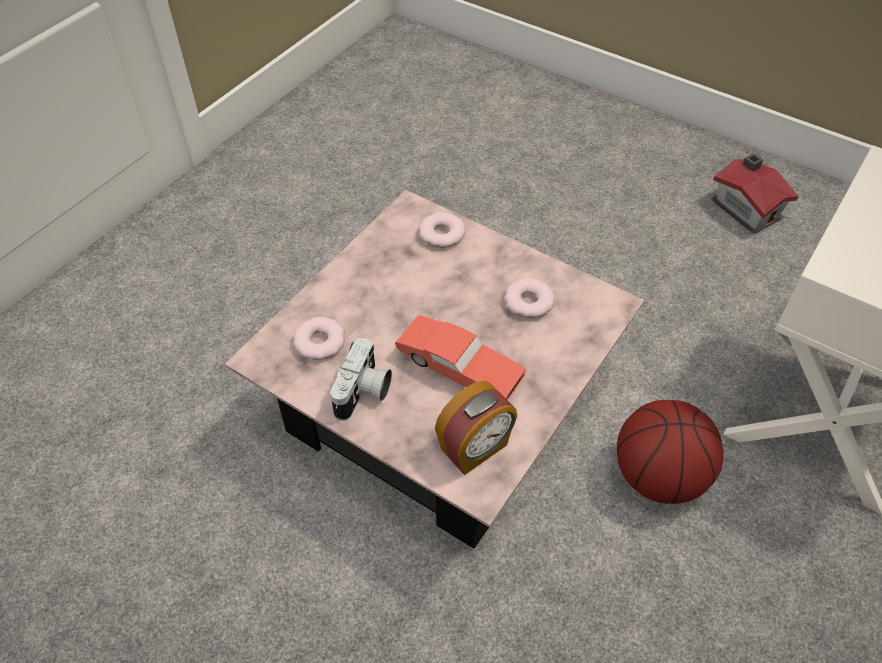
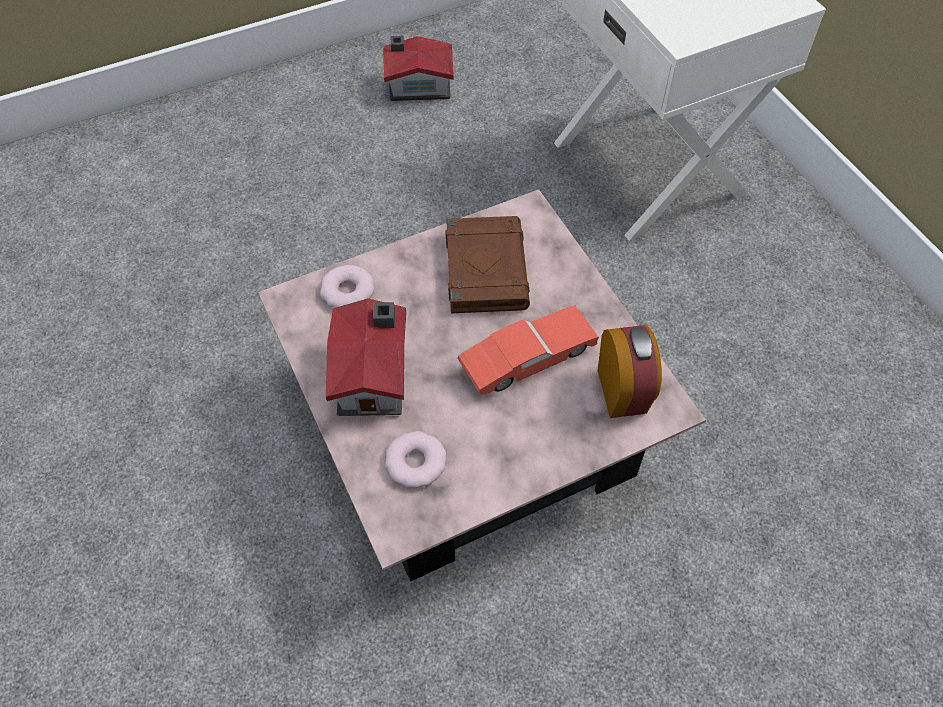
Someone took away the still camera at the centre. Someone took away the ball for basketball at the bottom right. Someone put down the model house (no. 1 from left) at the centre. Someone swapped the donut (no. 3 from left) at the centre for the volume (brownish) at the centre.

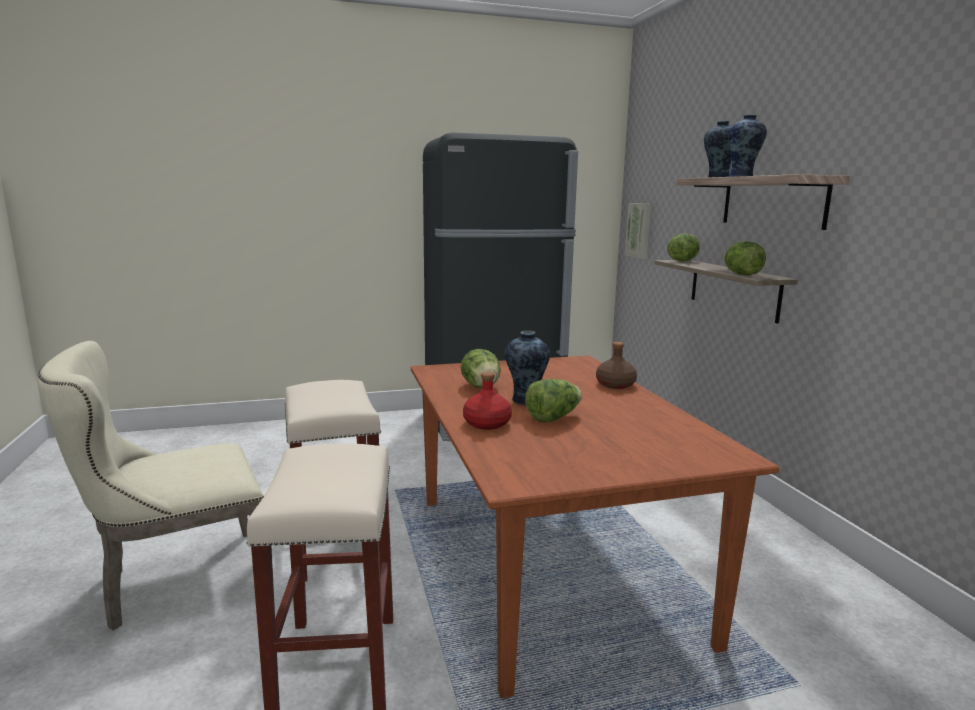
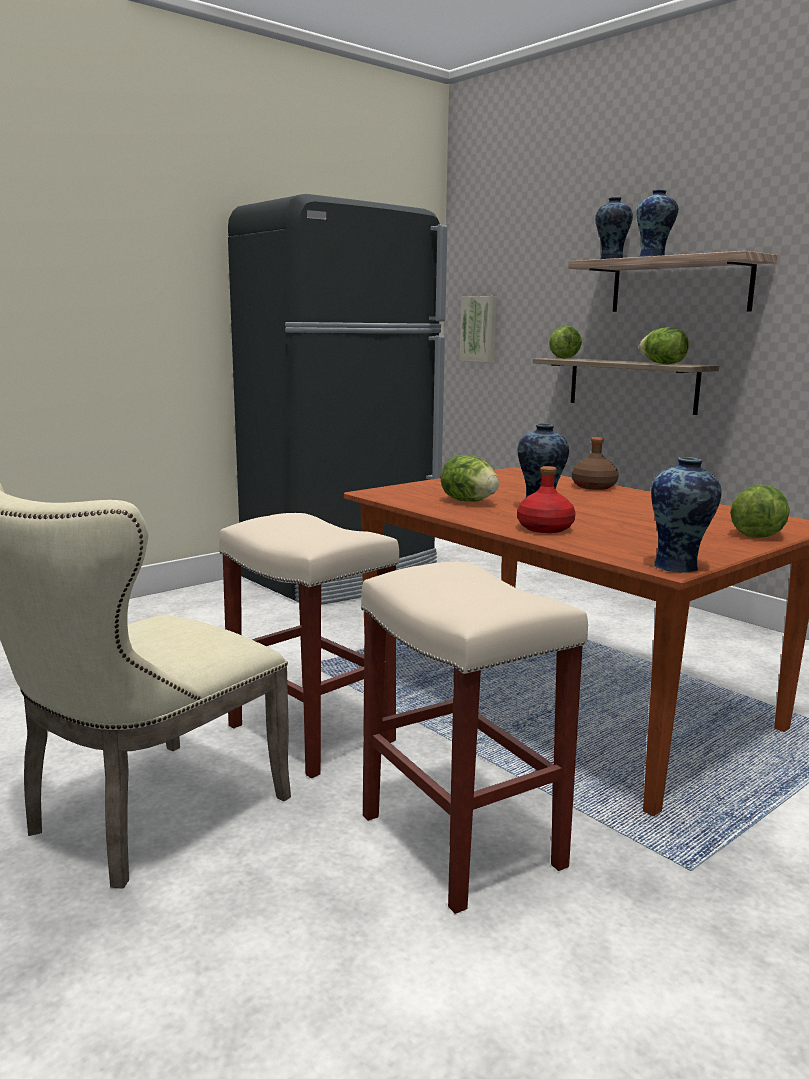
Someone put down the vase (no. 4 from left) at the middle right. Someone carried the head of lettuce (no. 2 from left in the first image) from the centre to the middle right.

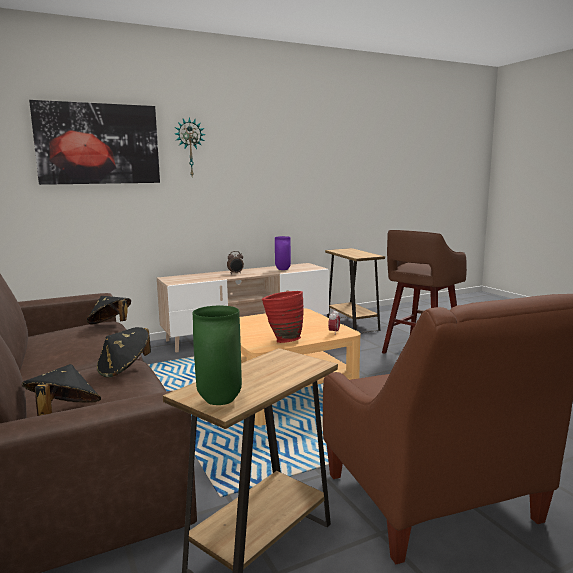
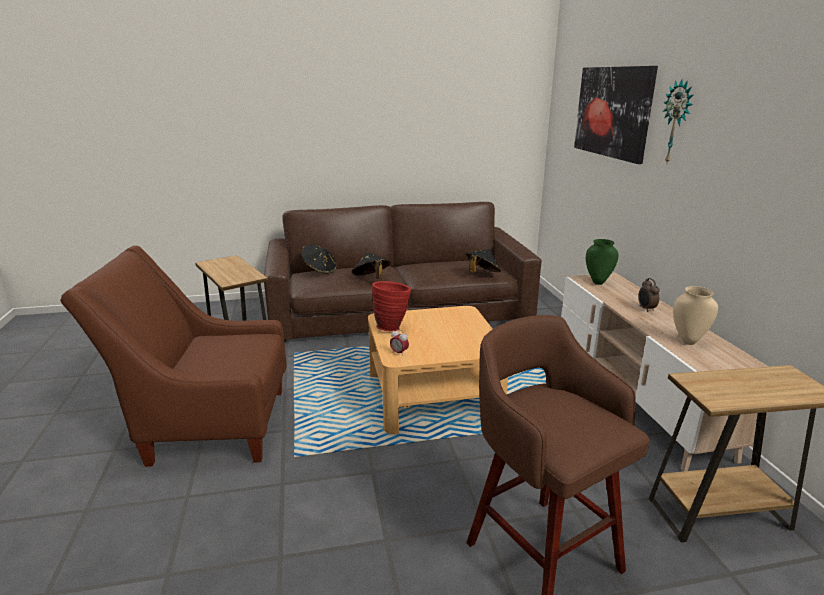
Someone carried the vase (greenish) from the centre to the middle right. Someone repainted the vase (purple) at the centre, which became the vase (beige) at the middle right.

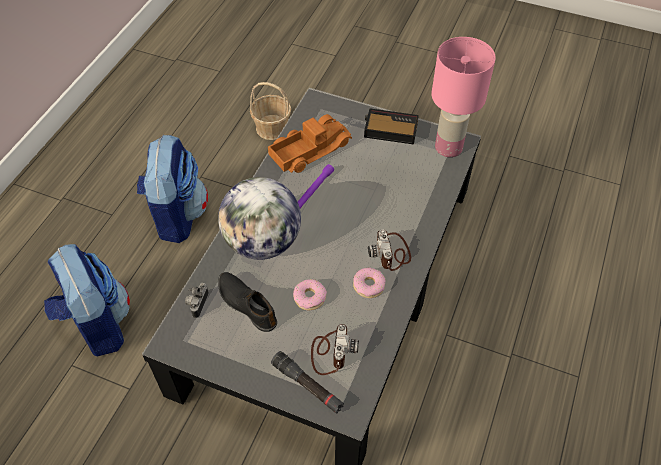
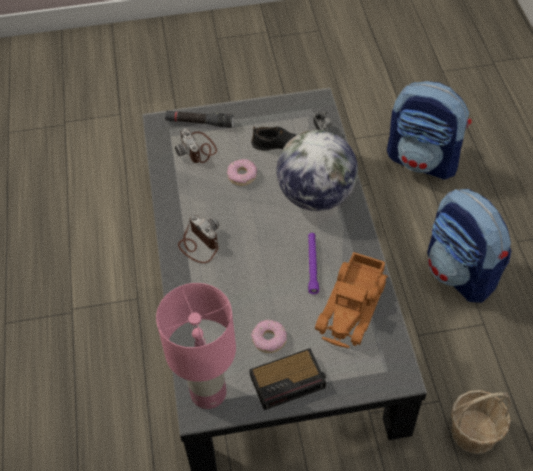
Someone carried the donut (no. 2 from left) from the centre to the bottom centre.

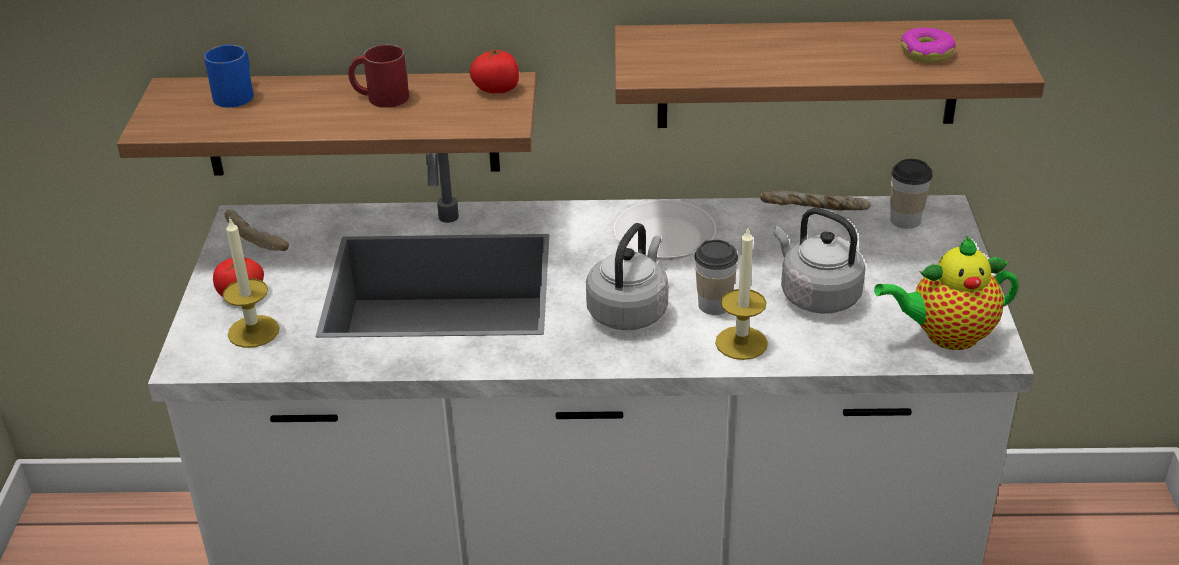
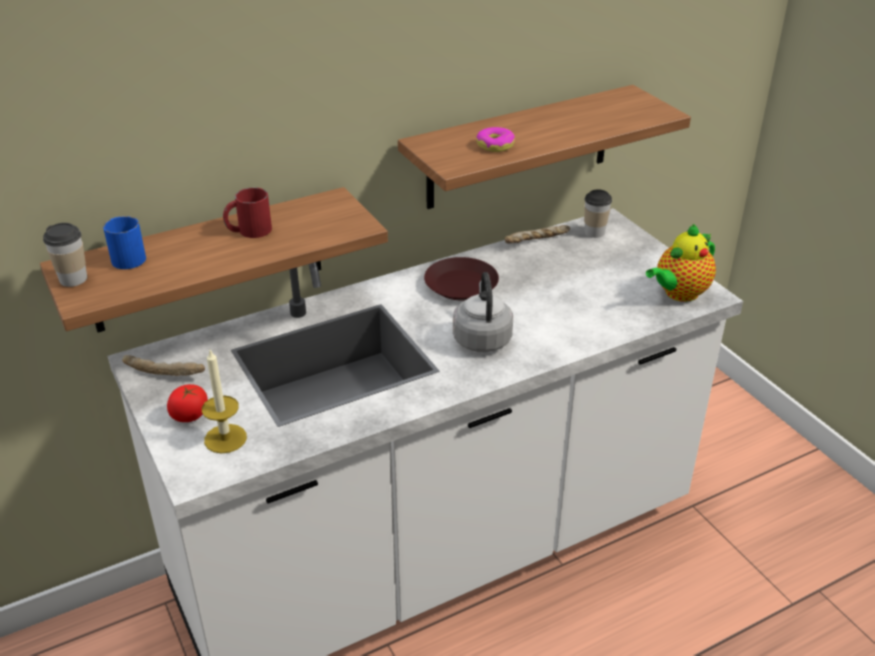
Someone took away the tomato (no. 2 from left) at the top centre. Someone took away the wax candle (no. 2 from left) at the centre. Someone took away the water kettle (gray) (no. 2 from left) at the middle right. Someone carried the drinking cup (no. 1 from left) from the centre to the middle left. Someone carried the donut from the top right to the top centre. Someone repainted the plate (white-coloured) at the centre, which became the plate (brownish) at the centre.

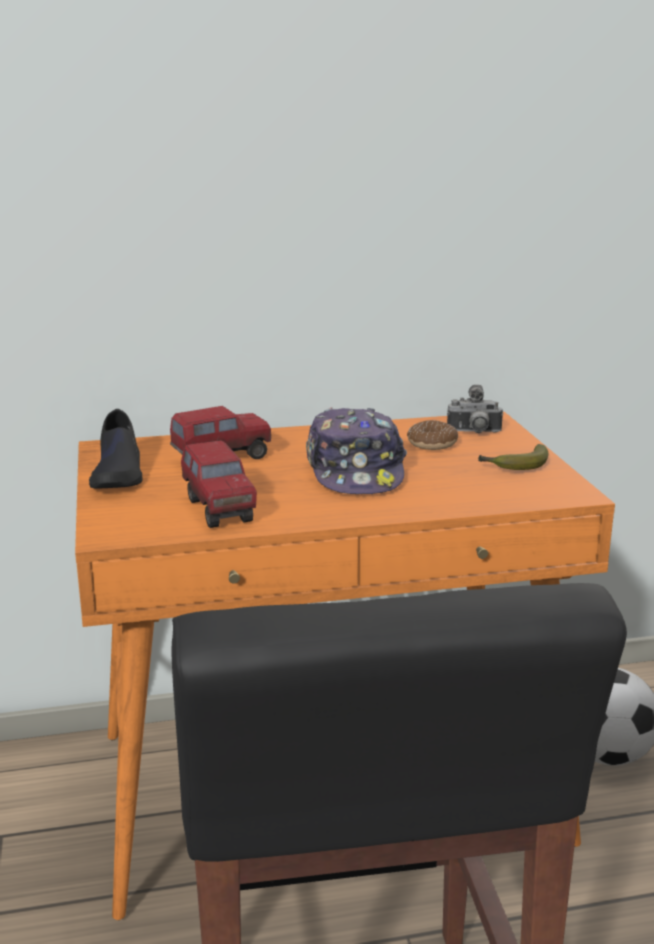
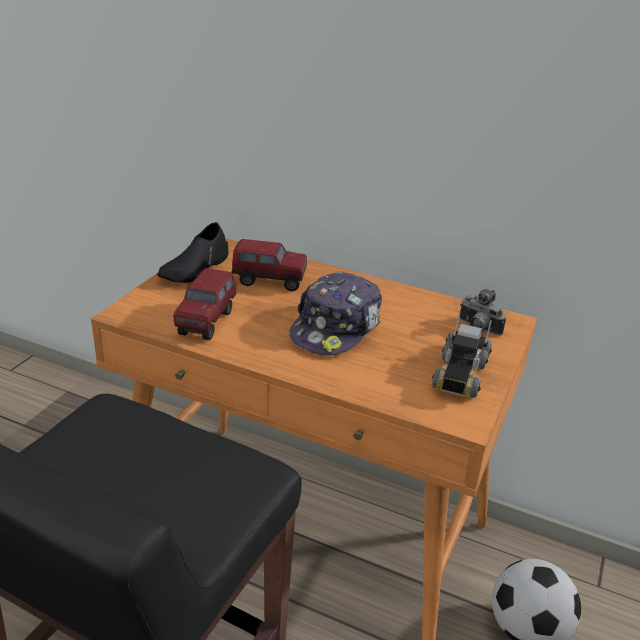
Someone took away the donut at the centre. Someone swapped the banana at the middle right for the toy truck (no. 3 from left) at the middle right.

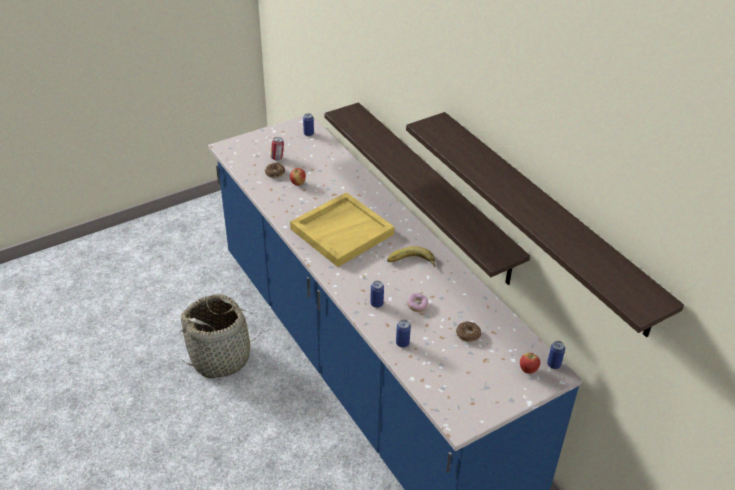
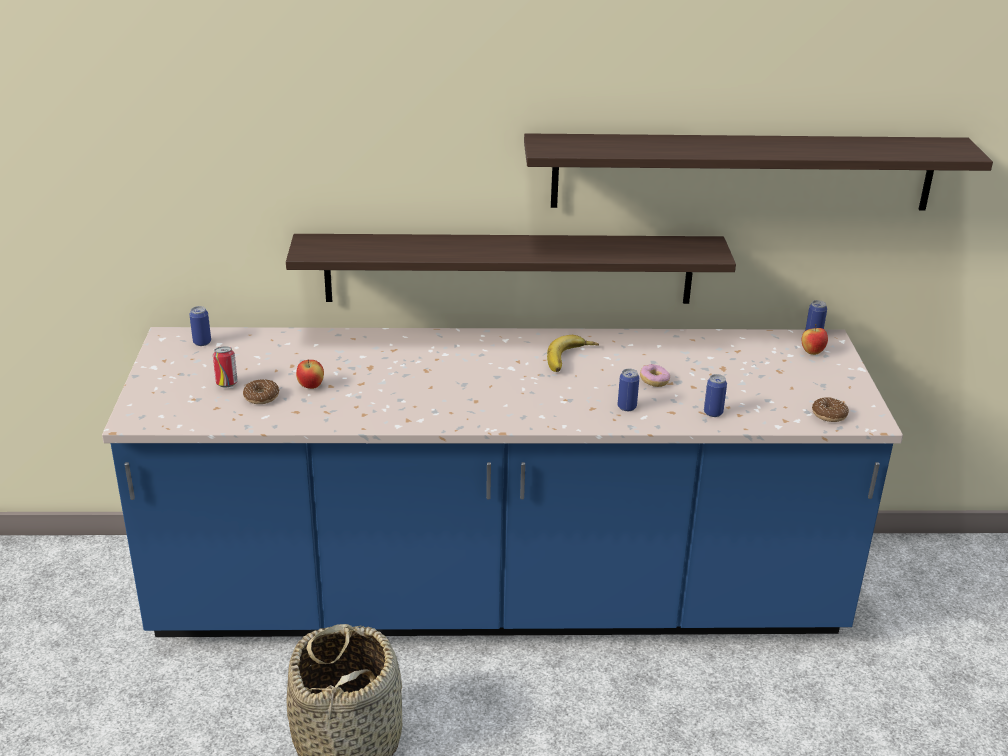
Someone took away the tray (yellow) at the centre. Someone carried the donut (no. 3 from left) from the bottom centre to the middle right.

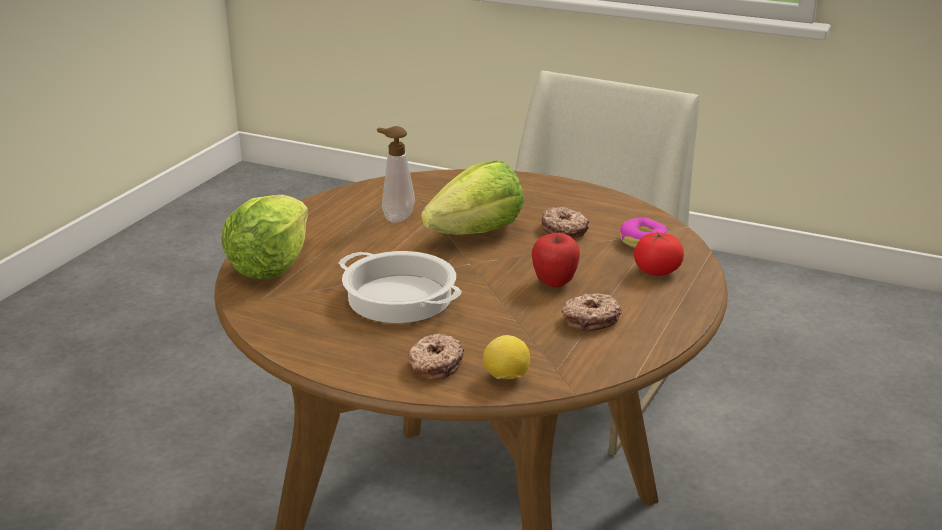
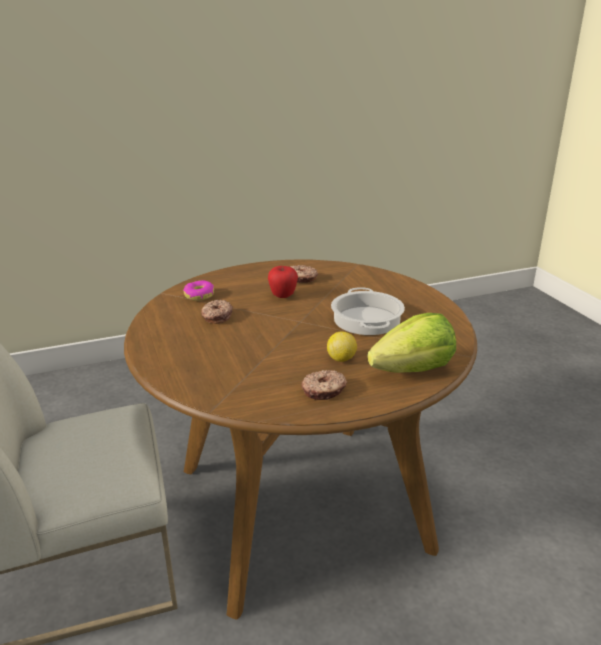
Someone took away the soap bottle at the top centre. Someone took away the head of lettuce (no. 2 from left) at the centre. Someone took away the tomato at the middle right. Someone carried the donut (no. 1 from left in the first image) from the bottom centre to the centre. Someone carried the whole lemon from the bottom centre to the centre.

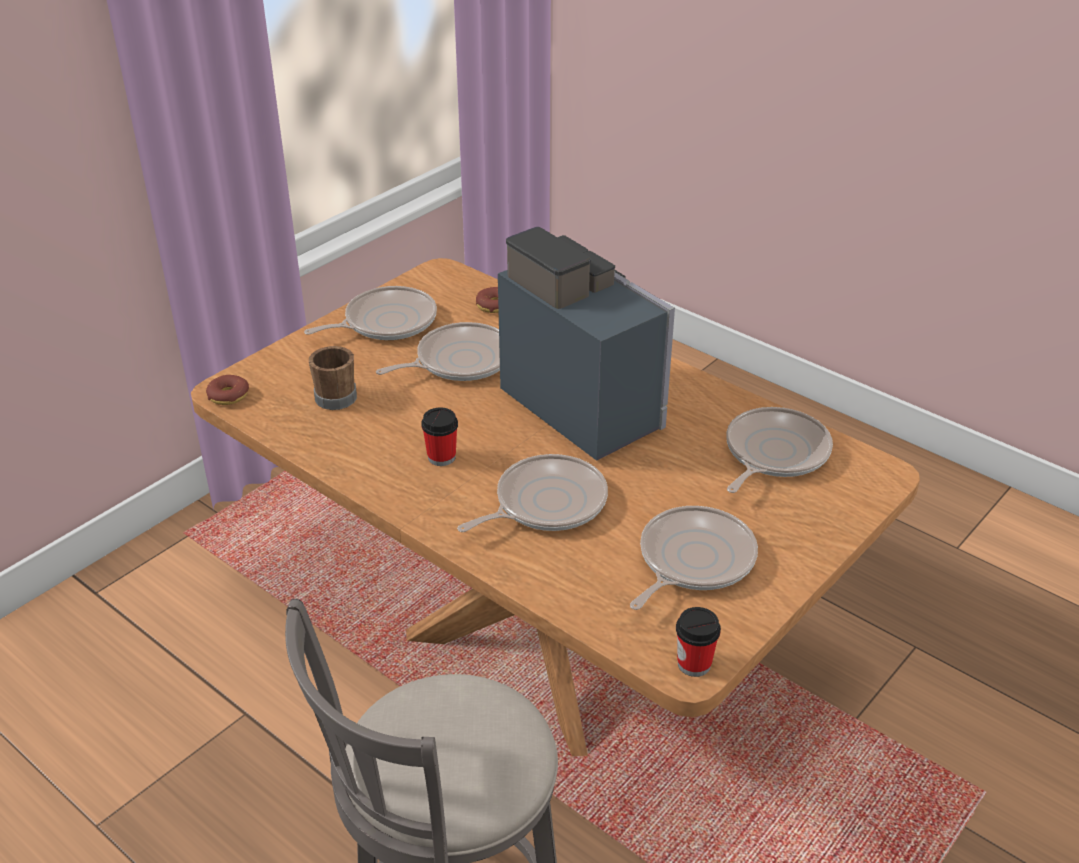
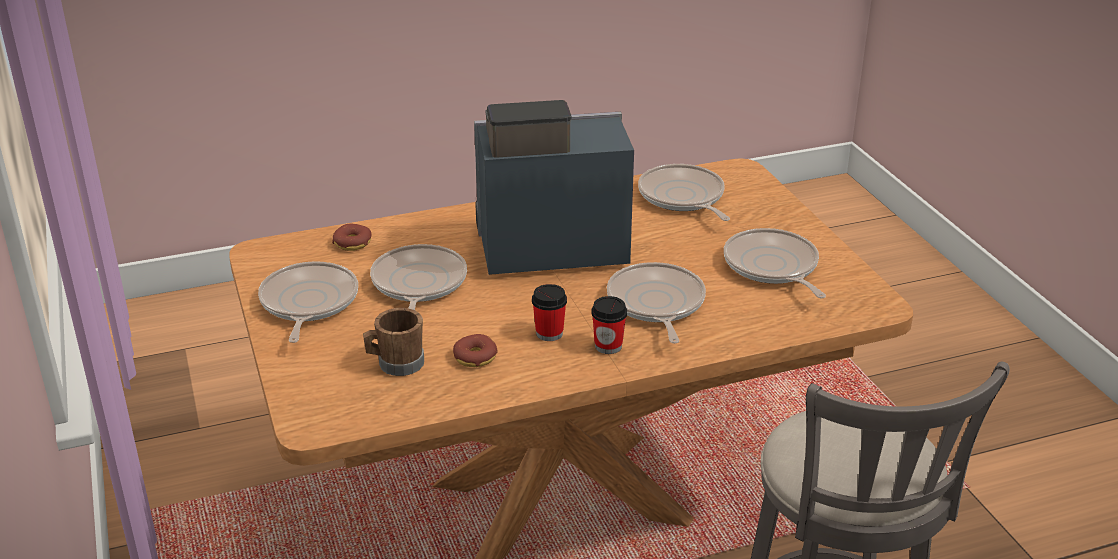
Someone carried the donut (no. 1 from left in the first image) from the middle left to the centre. Someone carried the drinking cup (no. 2 from left) from the bottom centre to the centre.

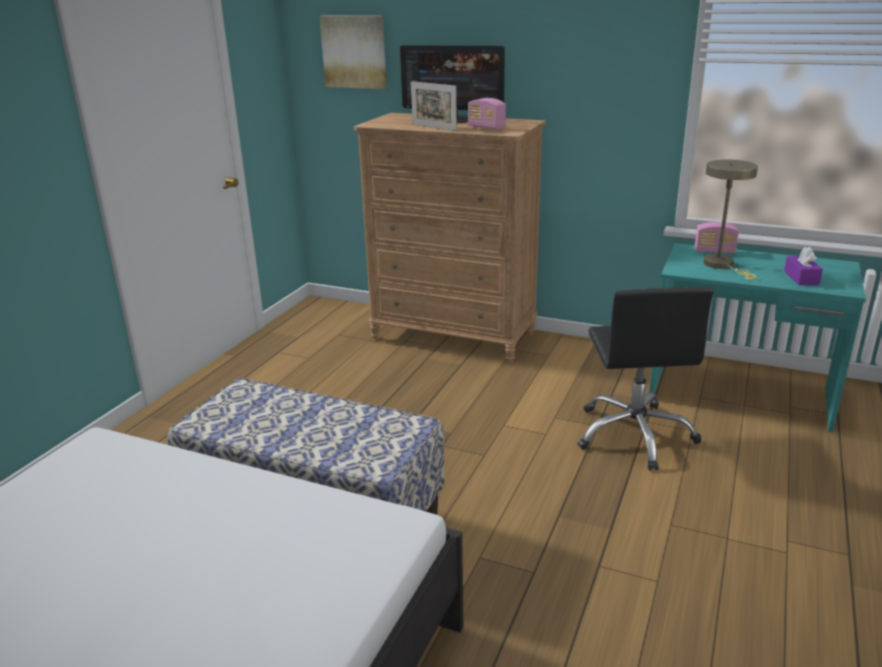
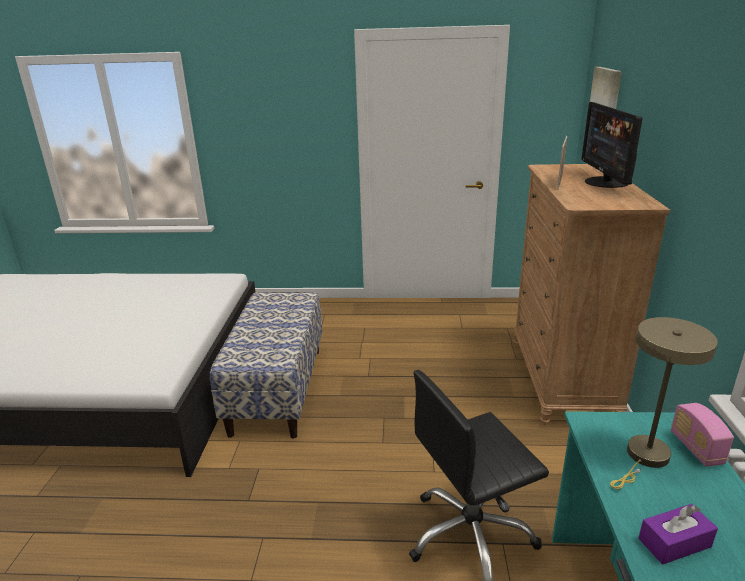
Someone took away the radio (no. 1 from left) at the top centre.

